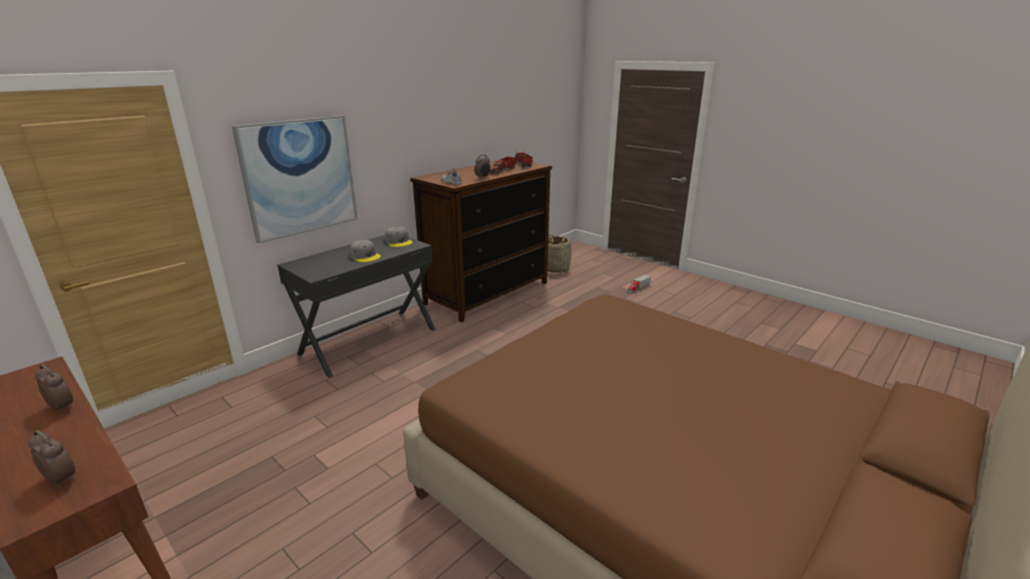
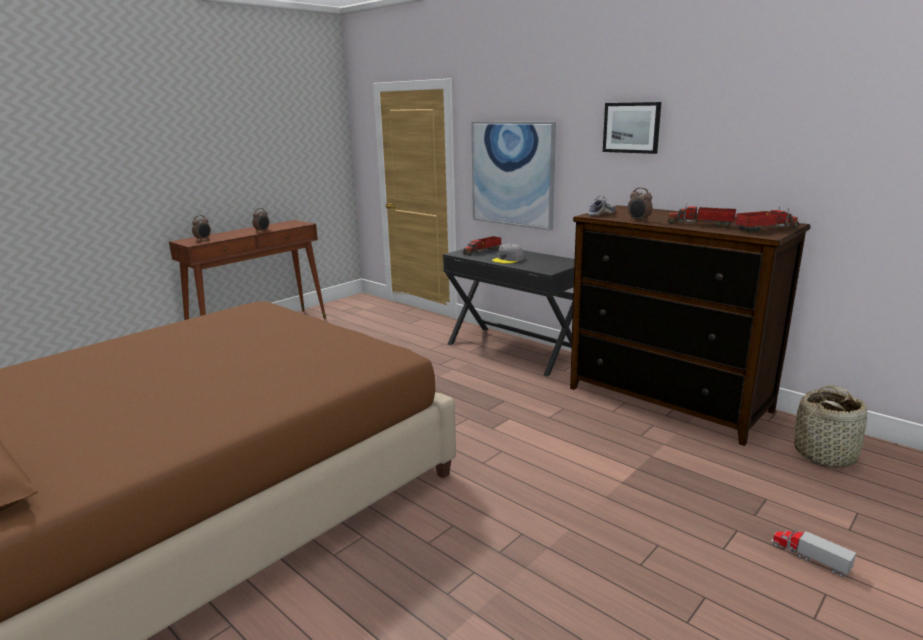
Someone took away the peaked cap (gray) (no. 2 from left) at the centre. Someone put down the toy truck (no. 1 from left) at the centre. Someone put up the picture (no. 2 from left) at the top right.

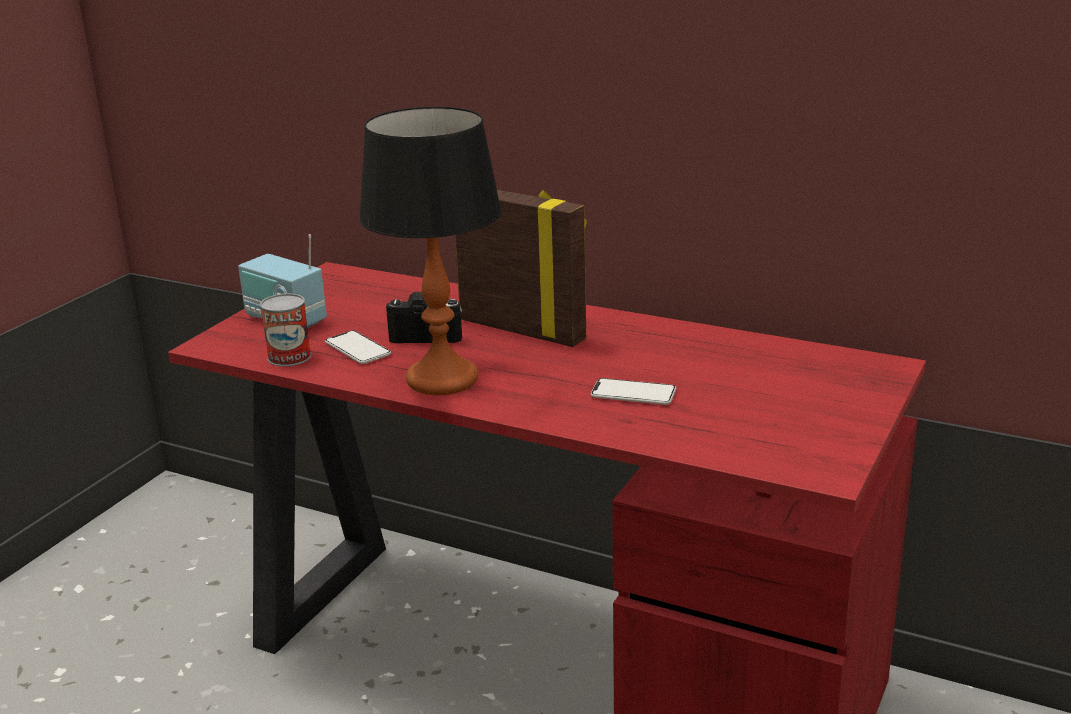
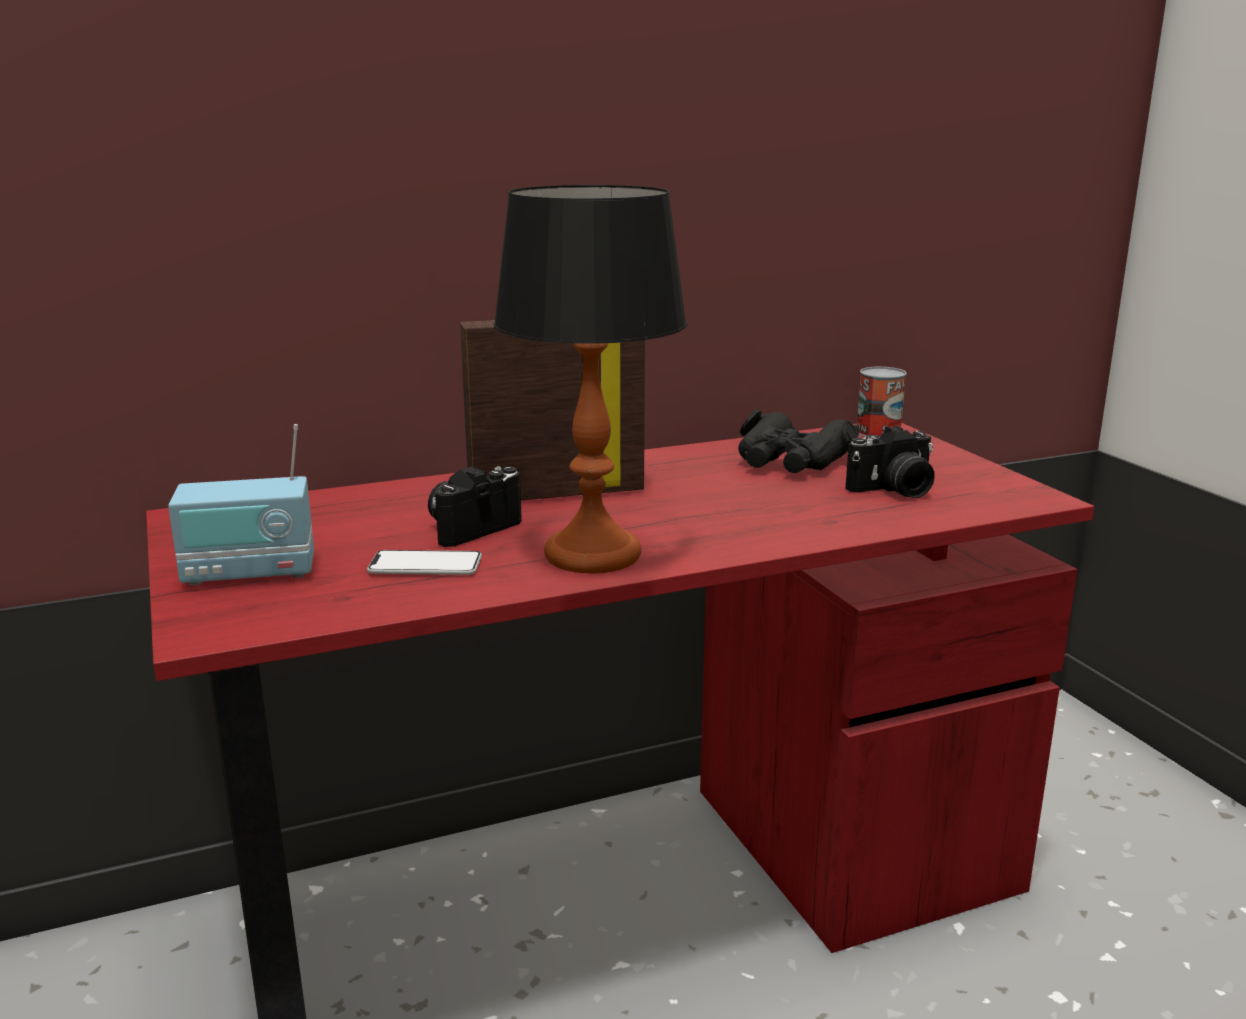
Someone took away the telephone (no. 2 from left) at the centre. Someone put down the binoculars (black) at the centre. Someone put down the still camera (no. 2 from left) at the middle right. Someone carried the can from the middle left to the middle right.

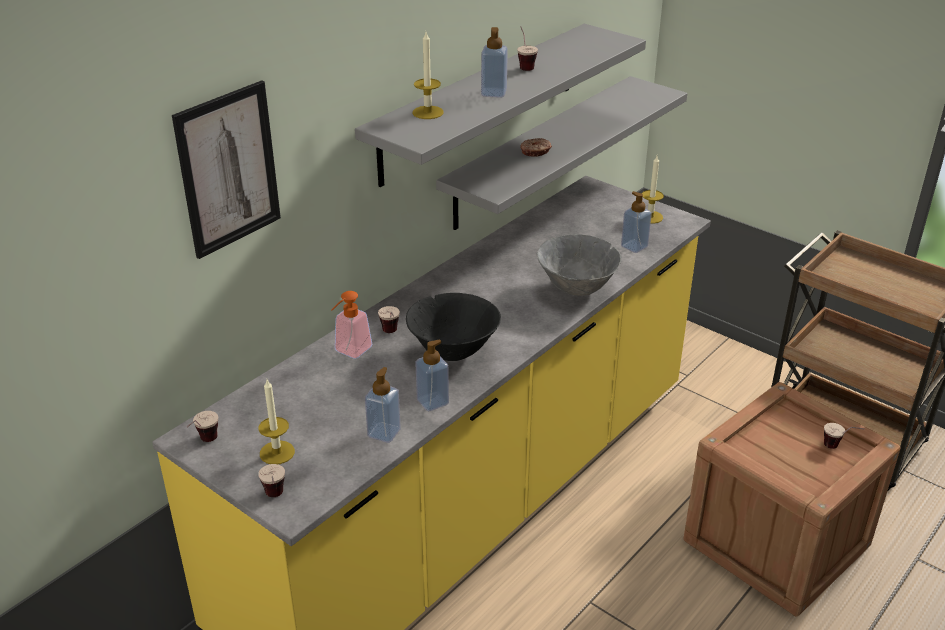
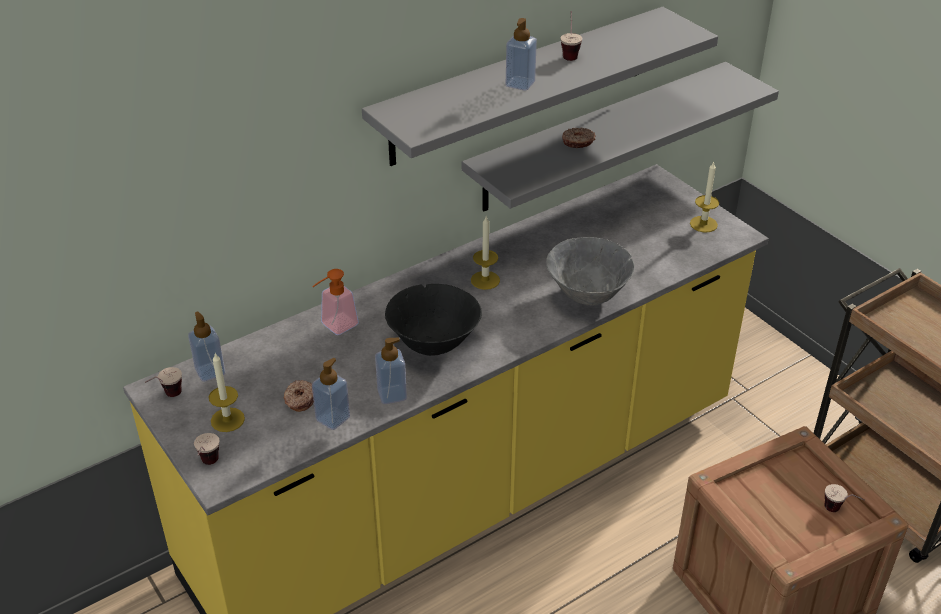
Someone took away the picture at the top left. Someone took away the drinking cup (no. 3 from left) at the centre. Someone put down the donut (no. 1 from left) at the middle left. Someone carried the wax candle (no. 2 from left) from the top centre to the centre. Someone carried the soap bottle (no. 5 from left in the first image) from the middle right to the middle left.

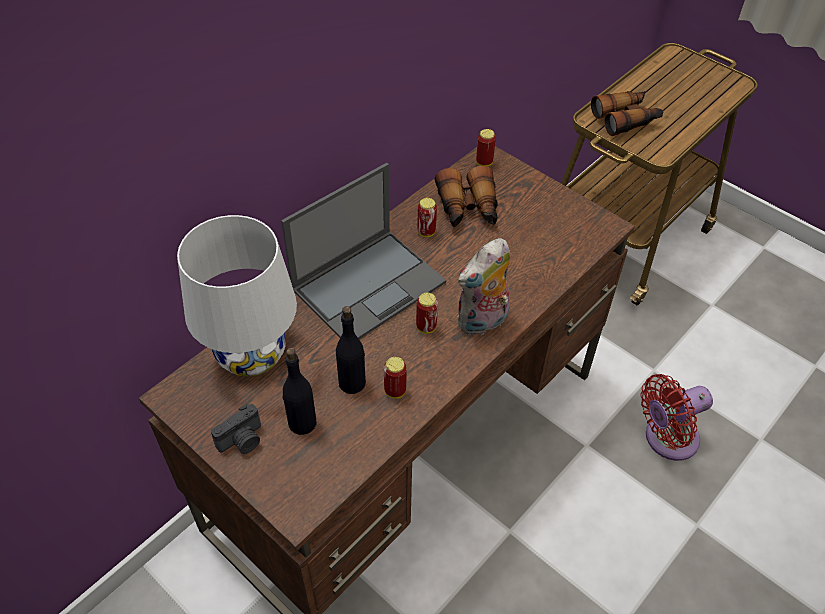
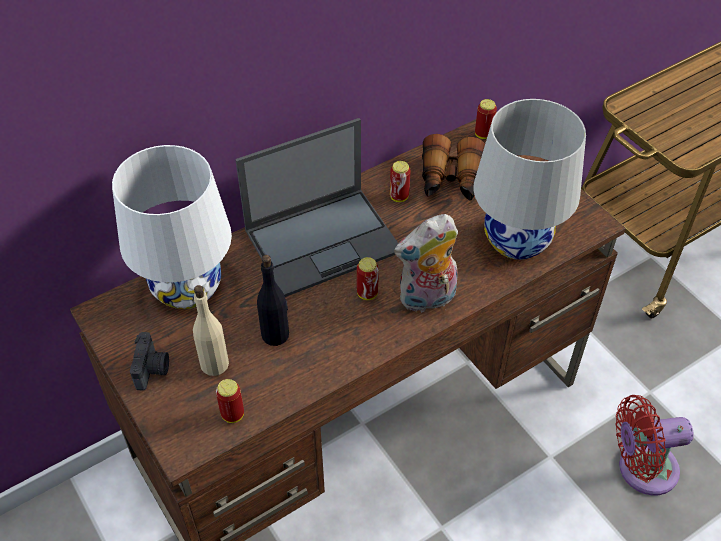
Someone took away the binoculars (no. 2 from left) at the top right. Someone put down the lamp for a table (white-coloured) (no. 2 from left) at the top right. Someone carried the can (no. 1 from left) from the centre to the bottom left. Someone repainted the bottle (black) (no. 1 from left) at the centre, which became the bottle (beige) at the middle left. Someone rotated the still camera at the bottom left by 60 degrees counterclockwise.

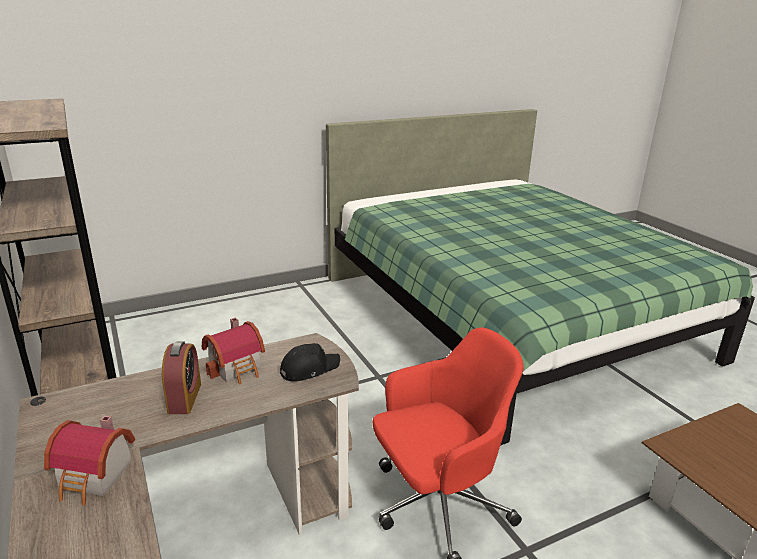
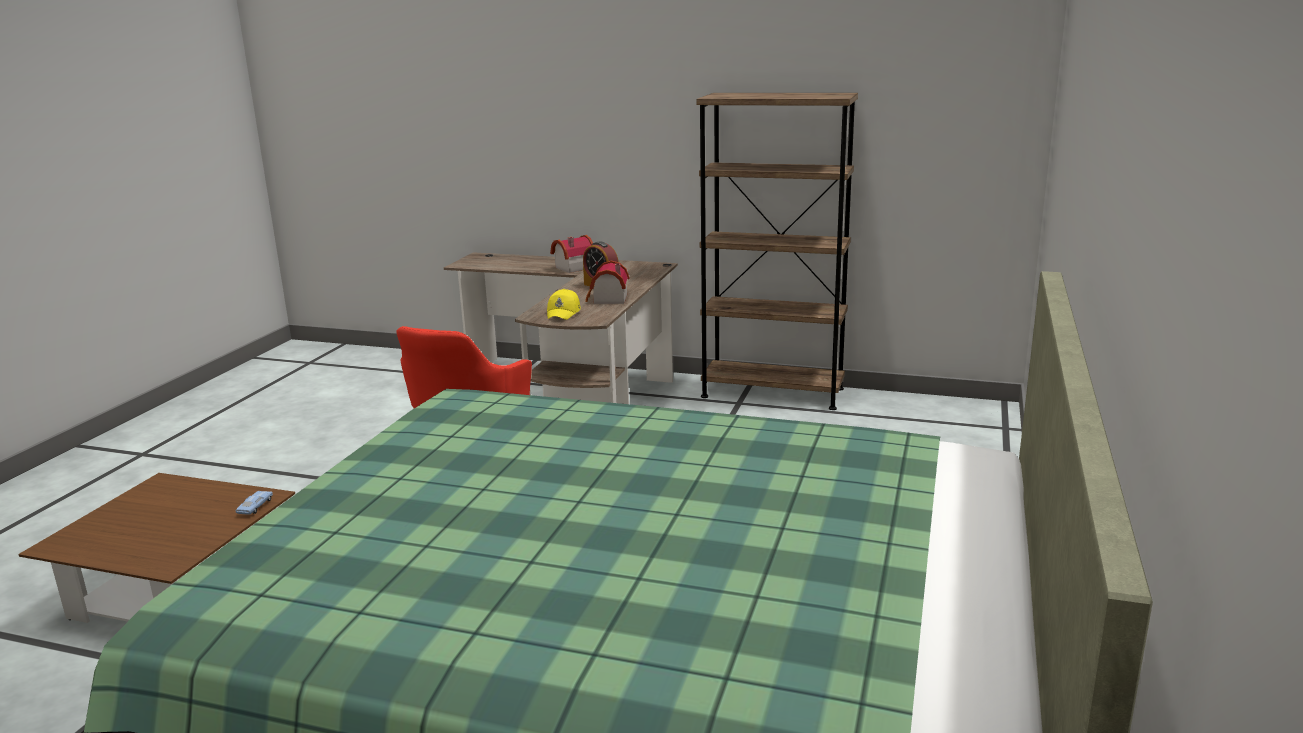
Someone put down the toy car (blue) at the bottom left. Someone repainted the peaked cap (black) at the centre, which became the peaked cap (yellow) at the centre.

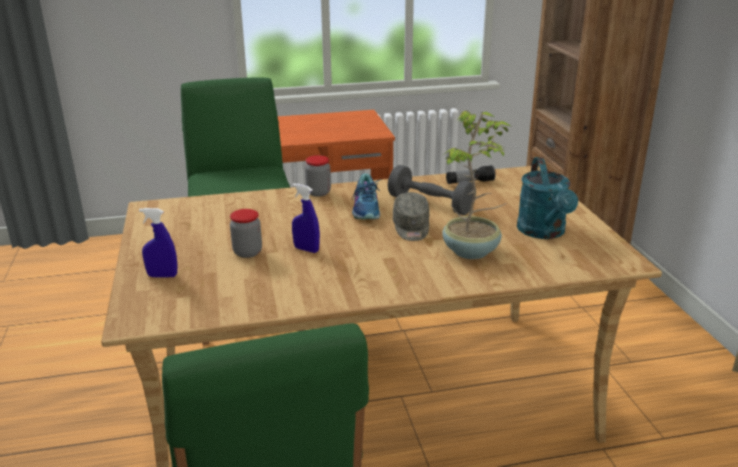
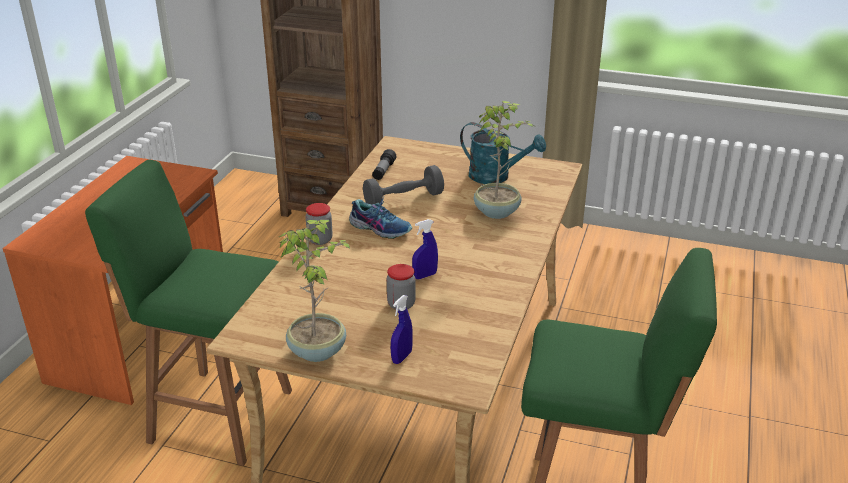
Someone took away the peaked cap (gray) at the centre. Someone put down the houseplant (no. 1 from left) at the centre.

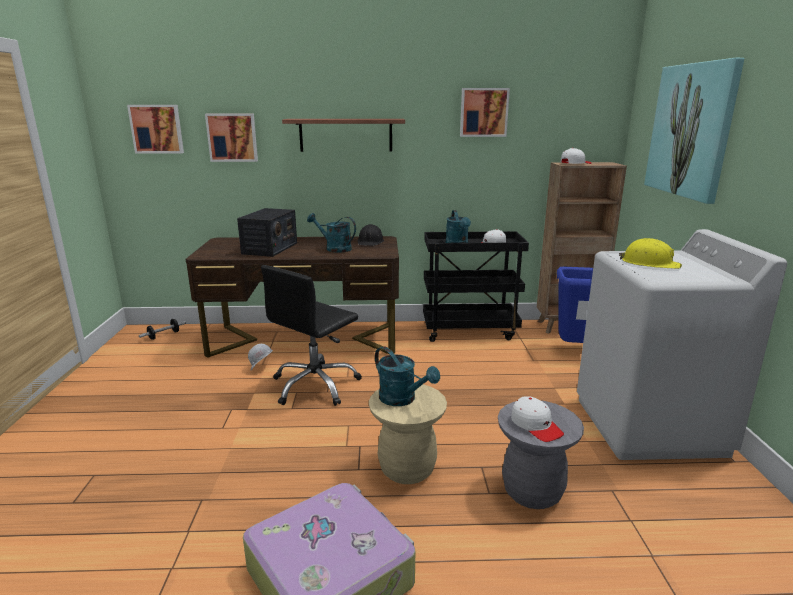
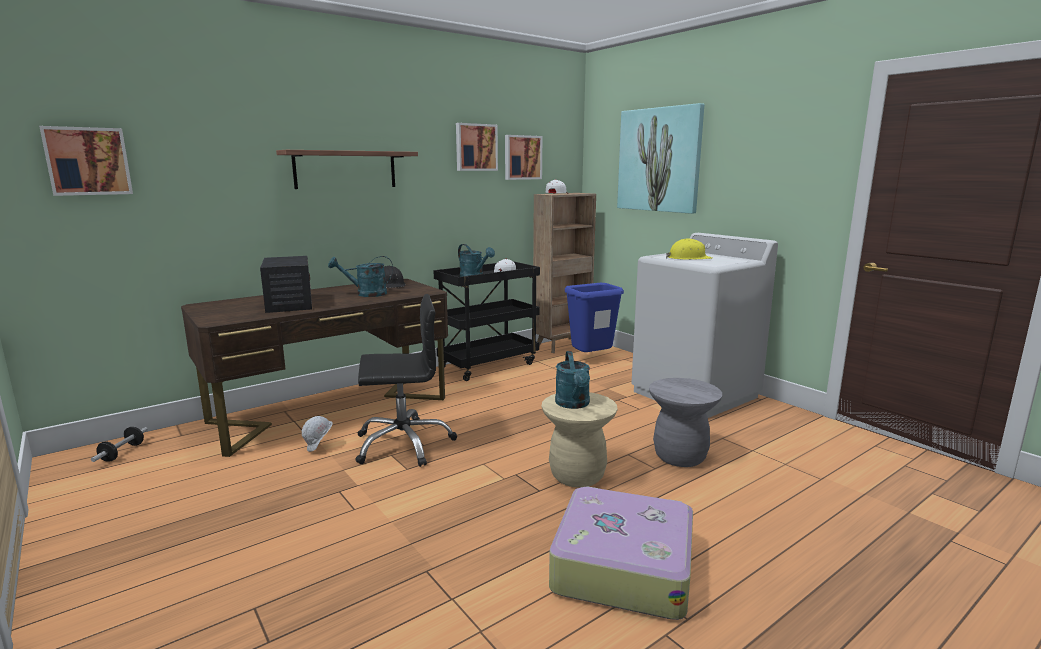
Someone took away the peaked cap (white-coloured) (no. 2 from left) at the bottom right. Someone carried the picture (no. 2 from left in the first image) from the top left to the top centre. Someone rotated the office chair (black) at the centre by 105 degrees counterclockwise. Someone rotated the watering pot (blue-green) (no. 2 from left in the first image) at the centre by 75 degrees clockwise.

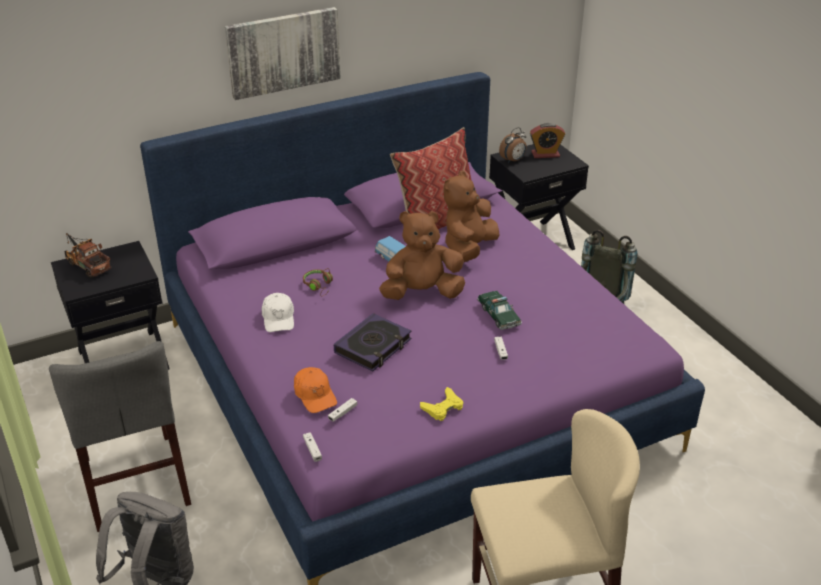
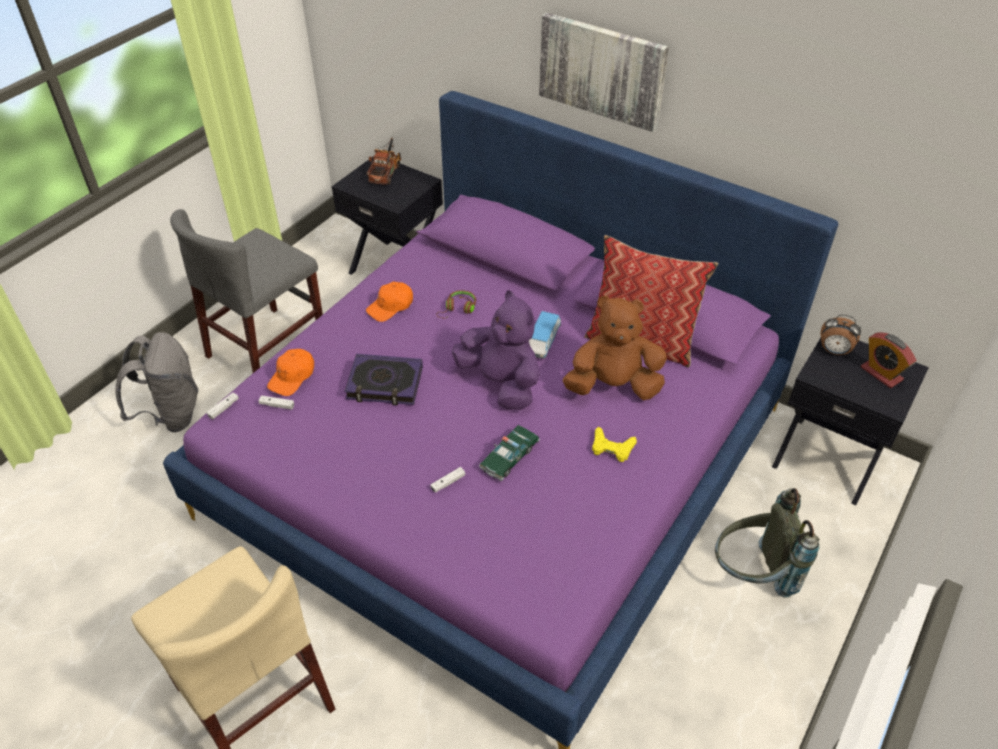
Someone carried the joypad (yellow) from the bottom centre to the centre. Someone repainted the peaked cap (white-coloured) at the centre, which became the peaked cap (orangey) (no. 2 from left) at the centre. Someone repainted the soft toy (brownish) (no. 1 from left) at the centre, which became the soft toy (purple) at the centre.

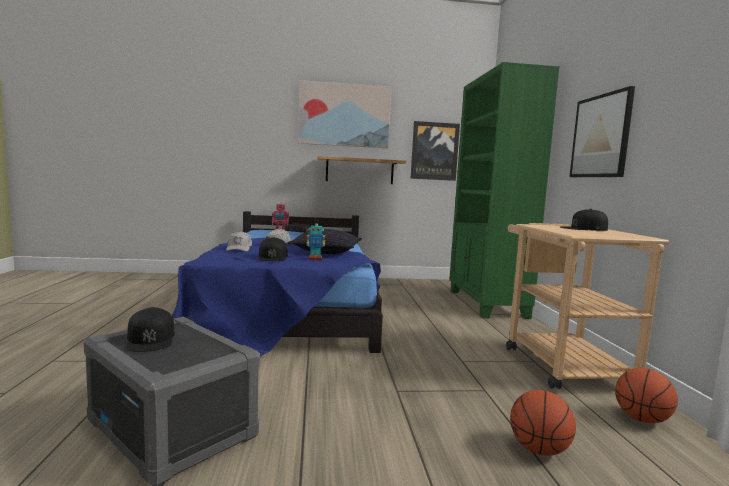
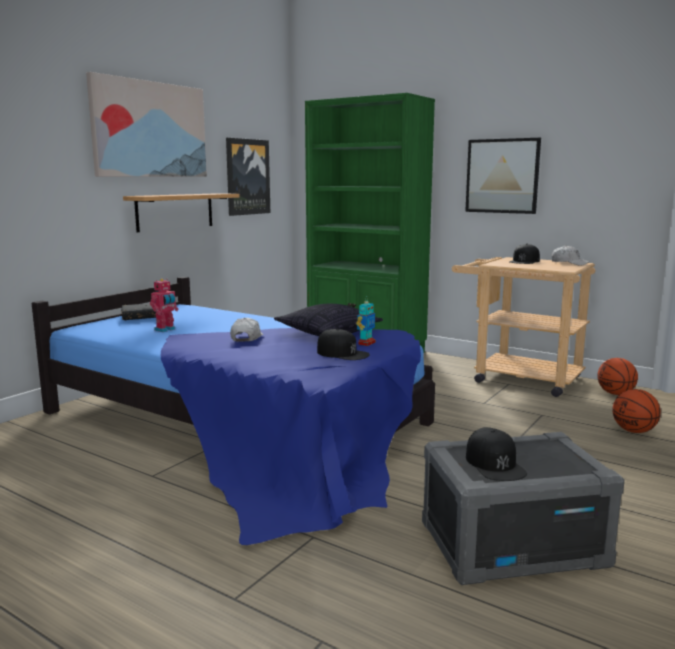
Someone carried the peaked cap (white-coloured) (no. 1 from left in the first image) from the middle left to the middle right. Someone rotated the peaked cap (black) (no. 1 from left in the first image) at the bottom left by 60 degrees clockwise.

